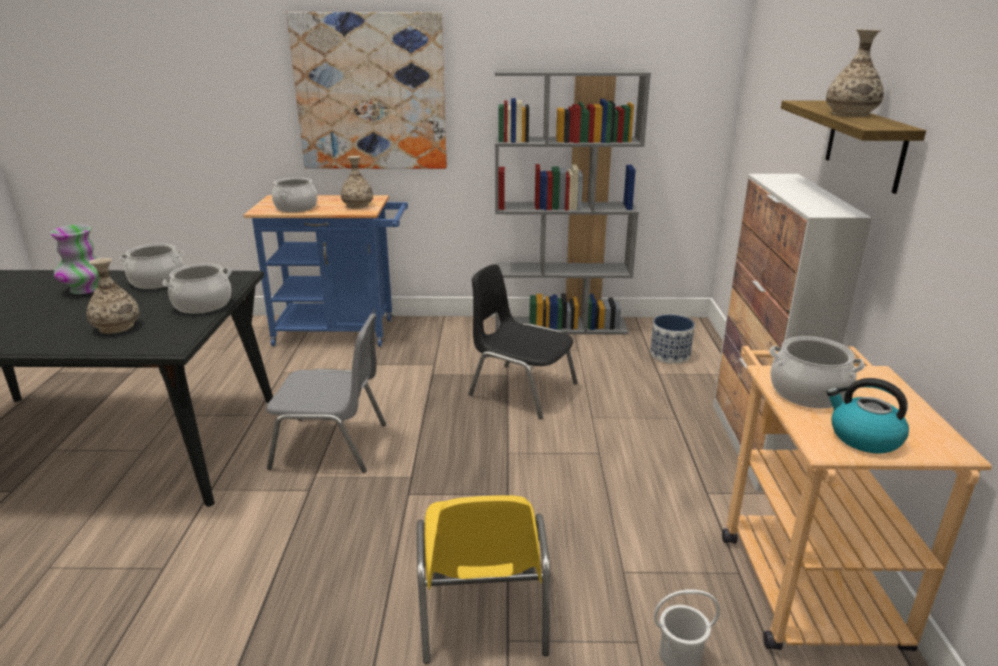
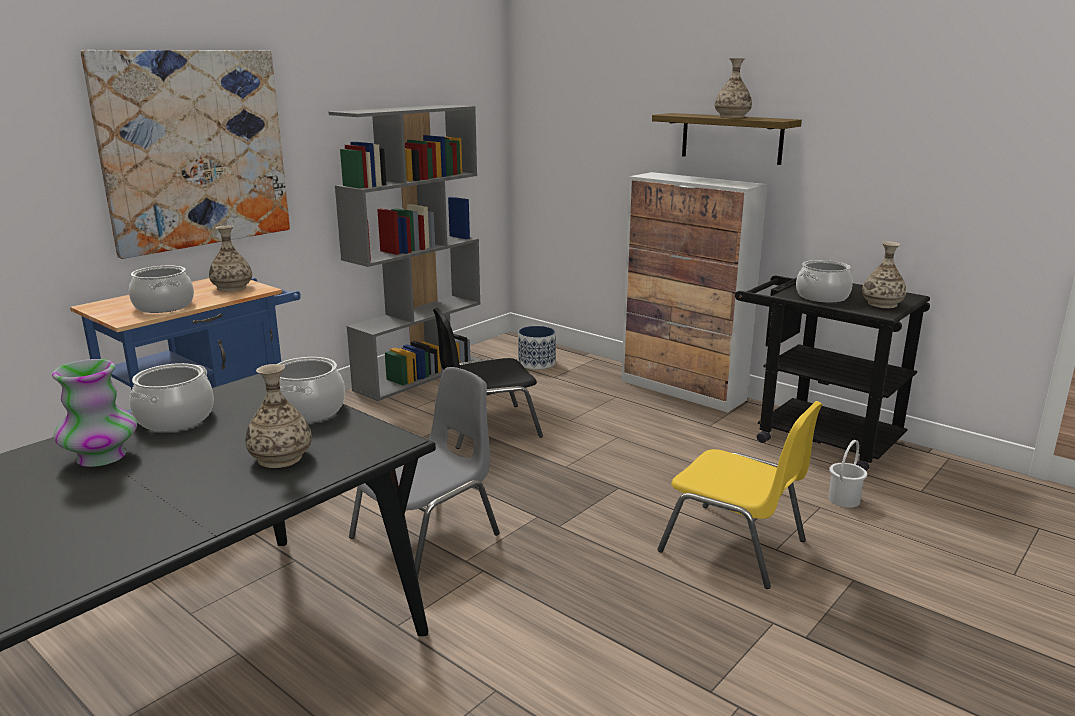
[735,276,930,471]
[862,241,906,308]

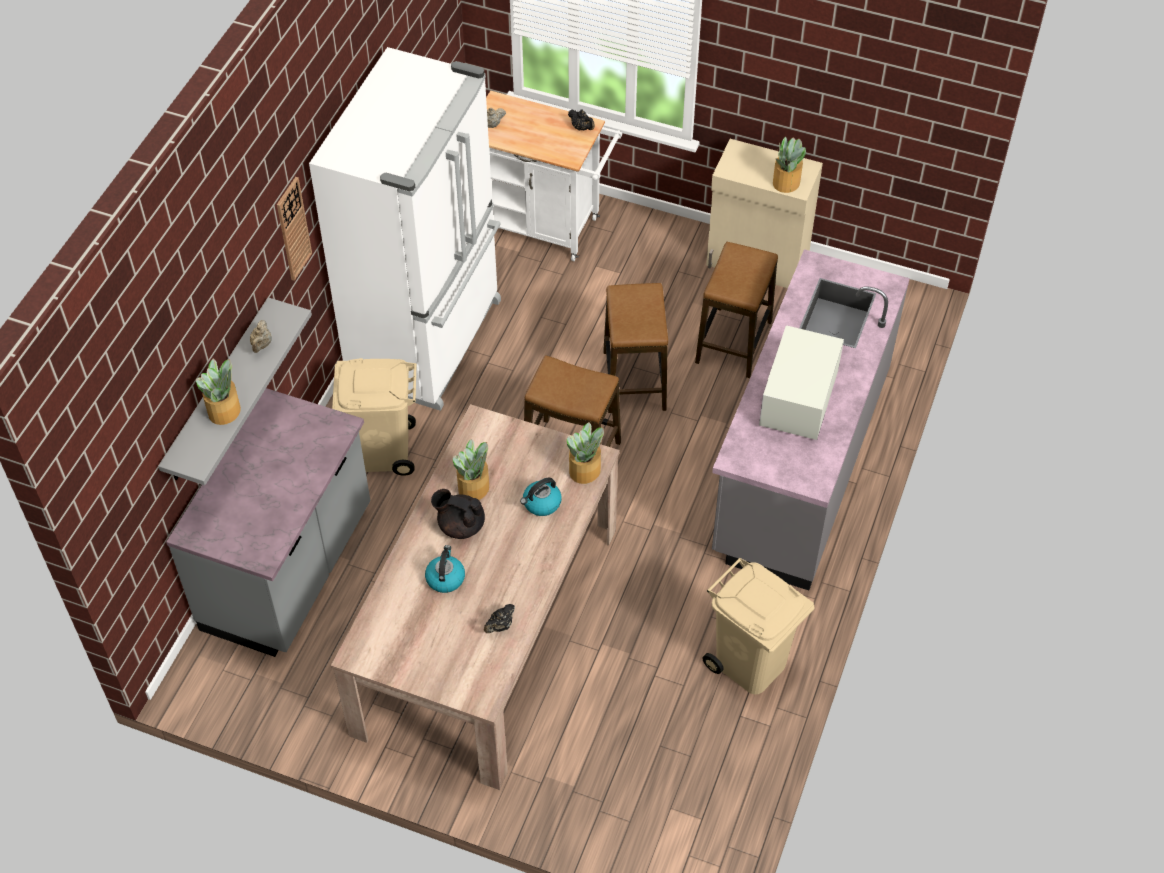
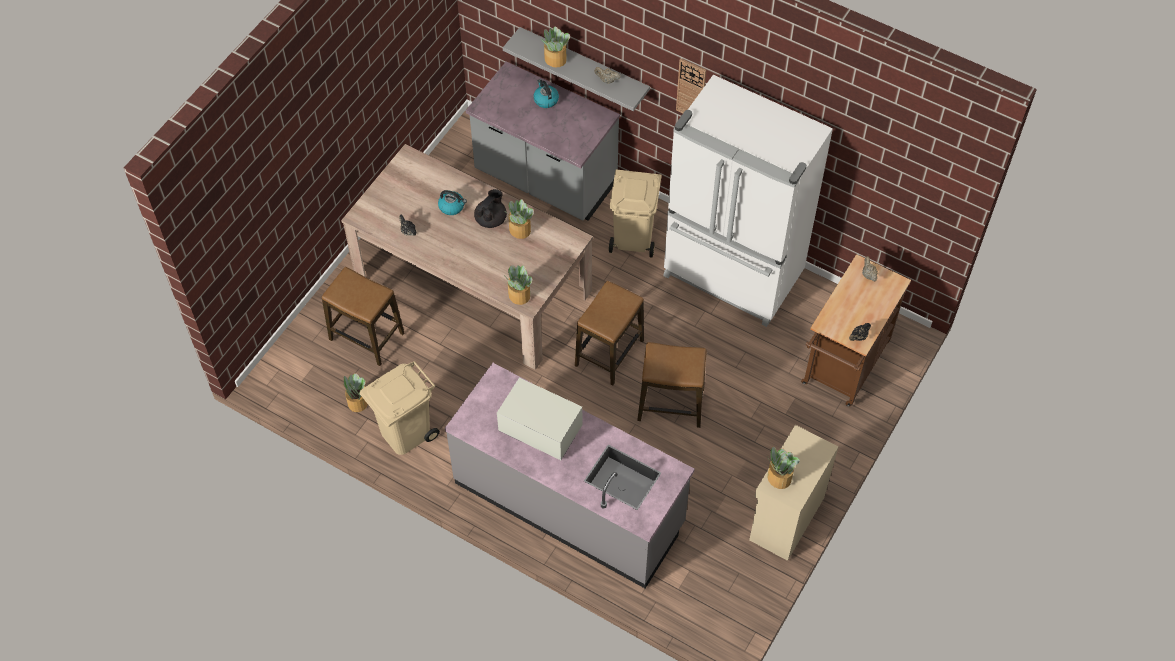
[322,267,404,366]
[343,373,368,412]
[533,79,559,108]
[801,254,911,407]

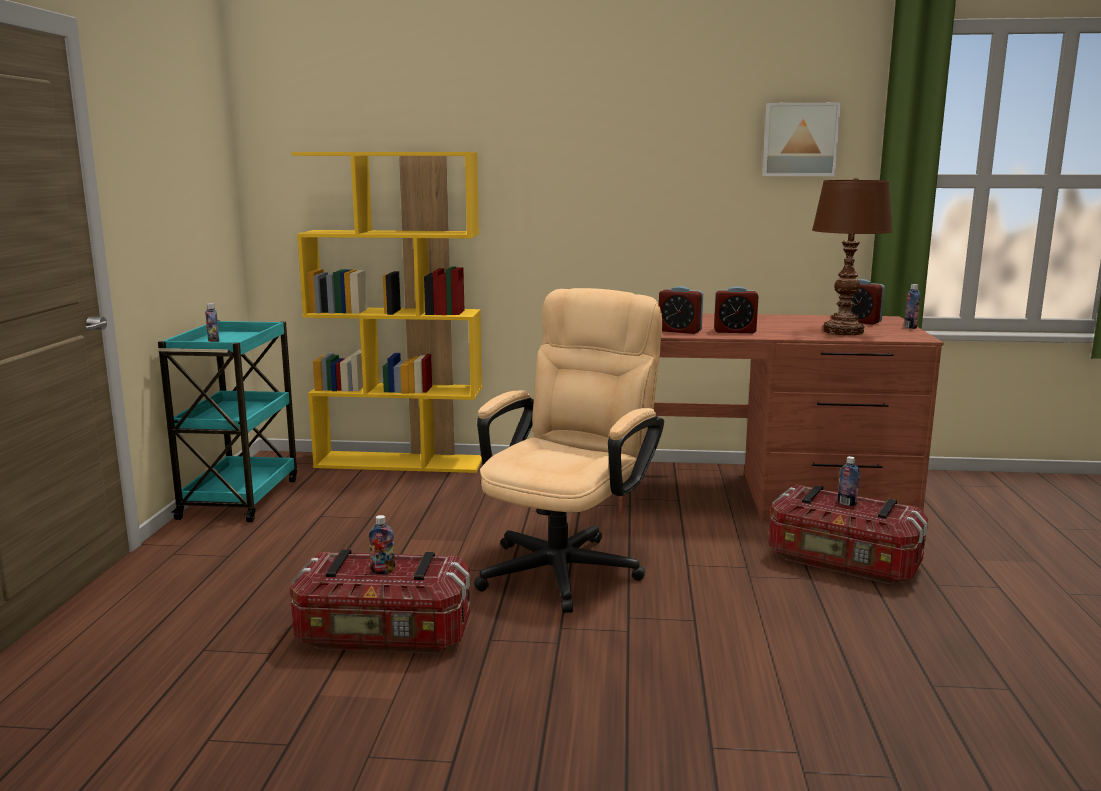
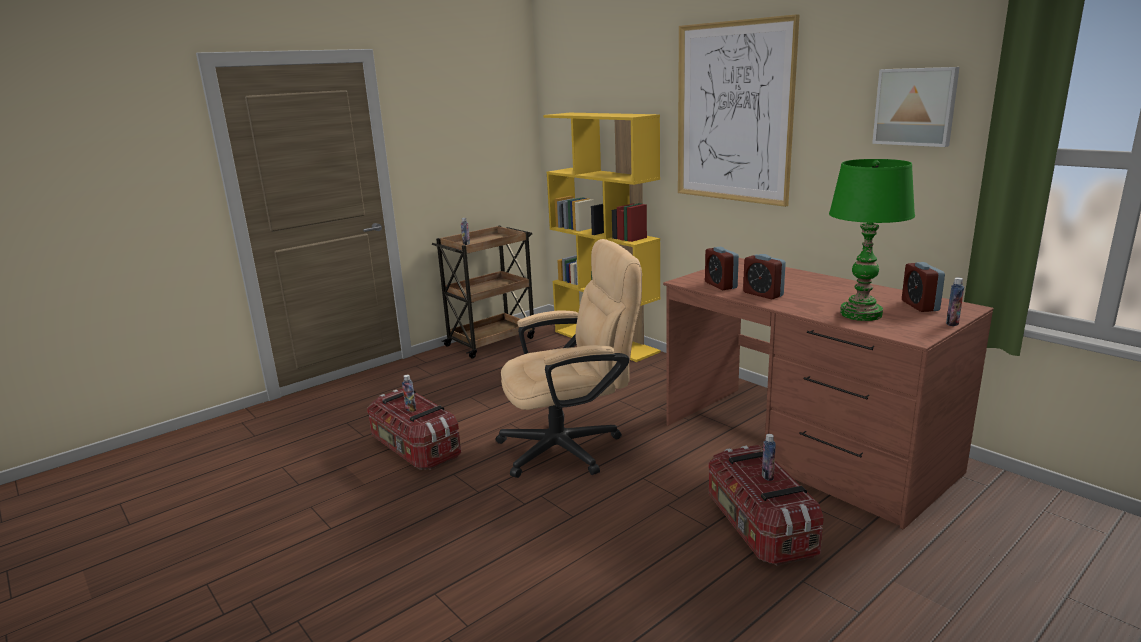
[432,226,535,359]
[678,14,800,207]
[829,159,915,321]

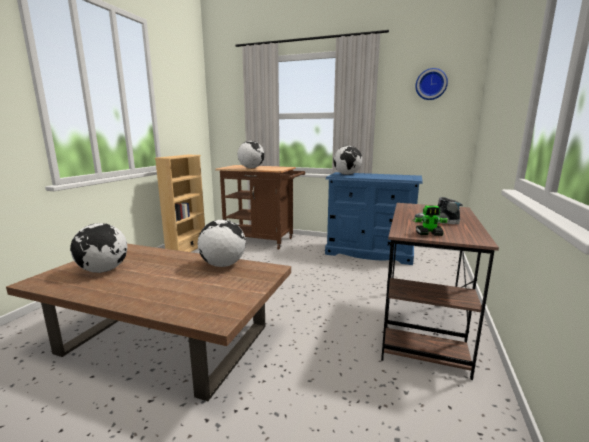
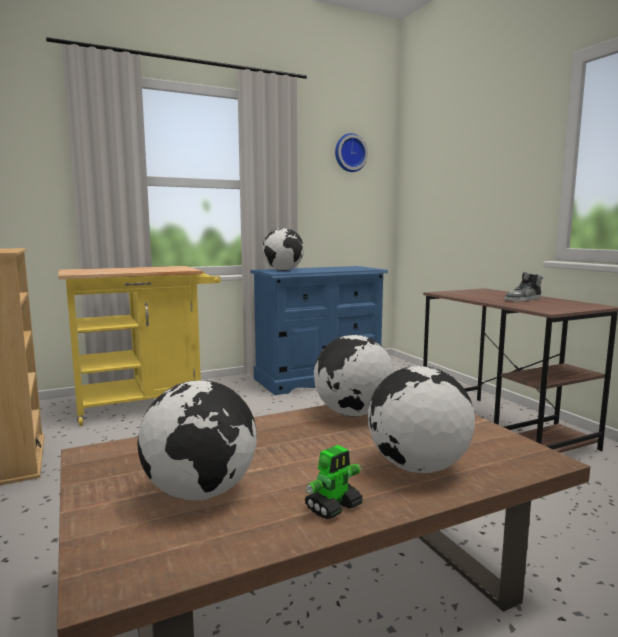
[58,266,221,426]
[304,445,363,519]
[368,366,475,473]

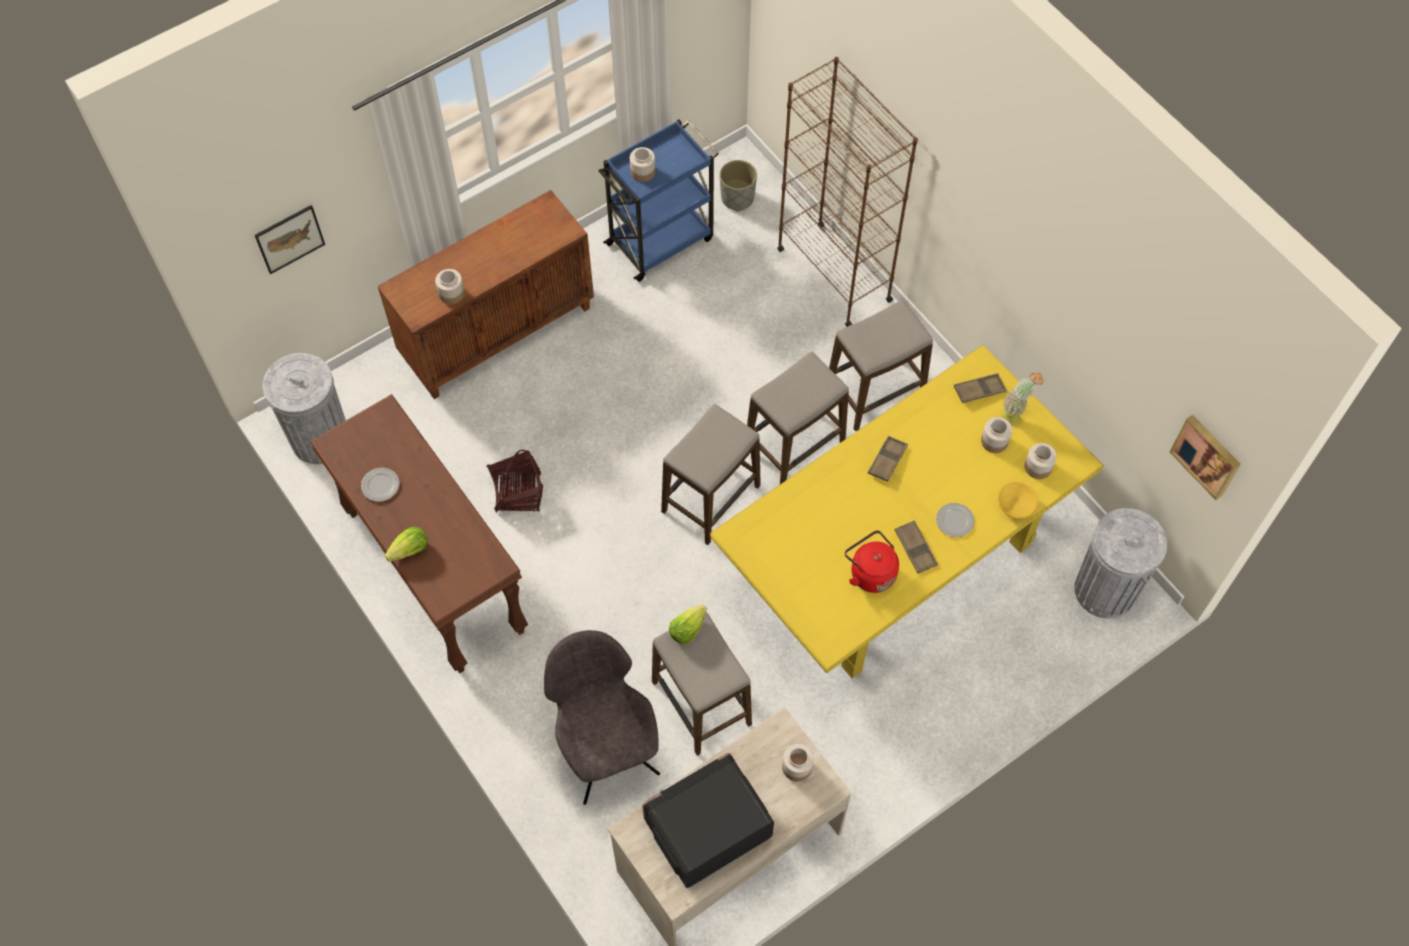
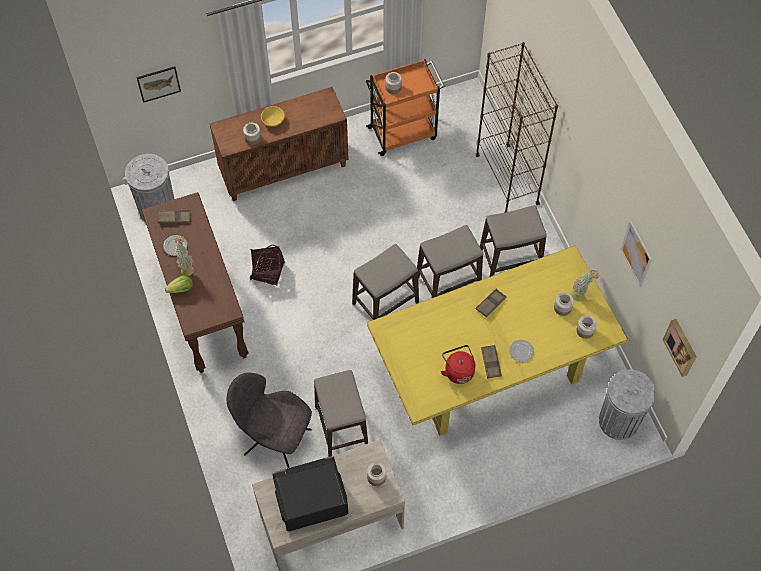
[159,210,191,223]
[175,236,194,276]
[227,373,312,468]
[261,106,285,127]
[366,59,444,156]
[620,221,652,287]
[669,605,707,644] (first image)
[720,160,757,211] (first image)

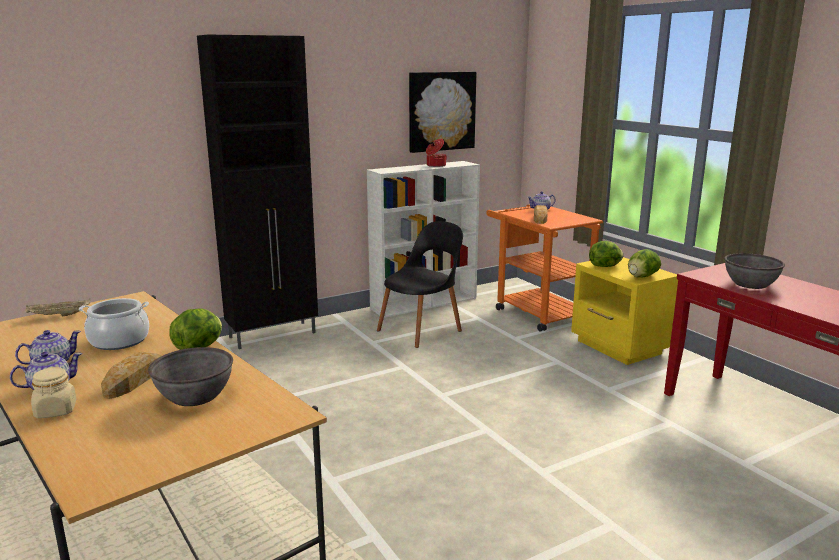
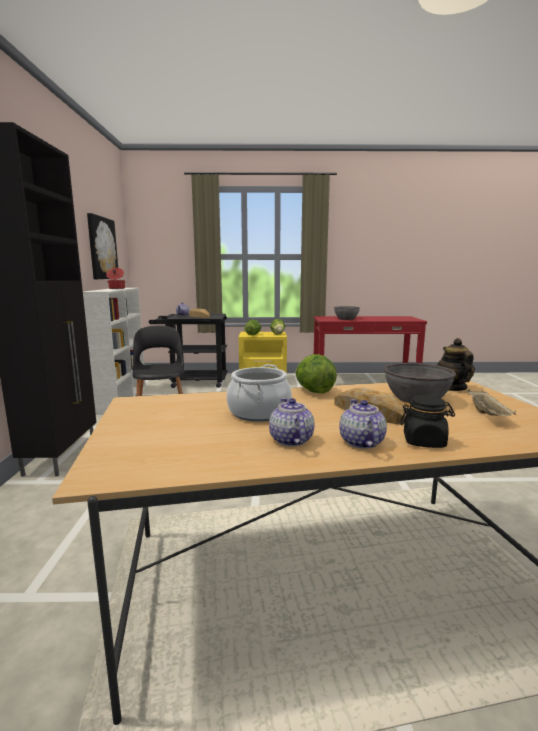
[149,314,228,388]
[400,395,455,448]
[437,338,475,391]
[467,389,516,416]

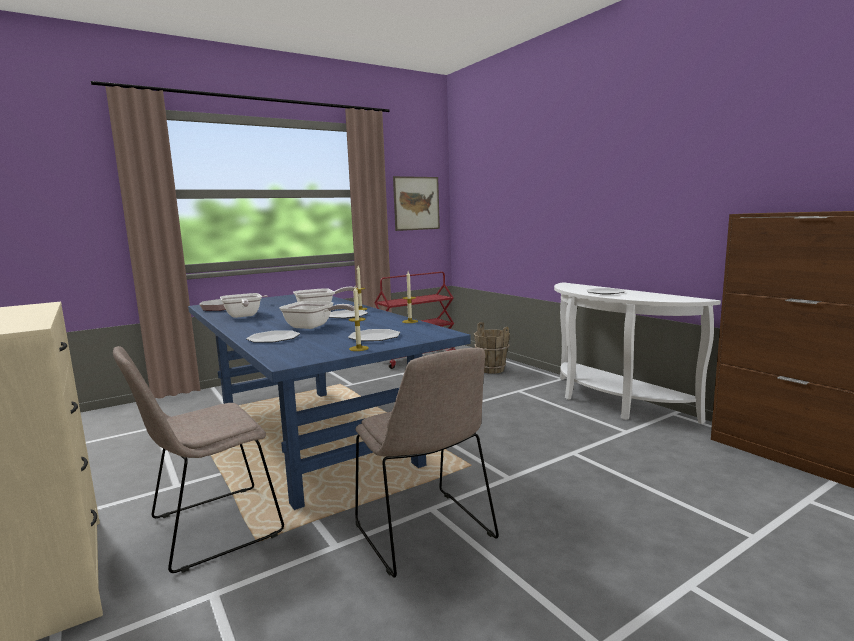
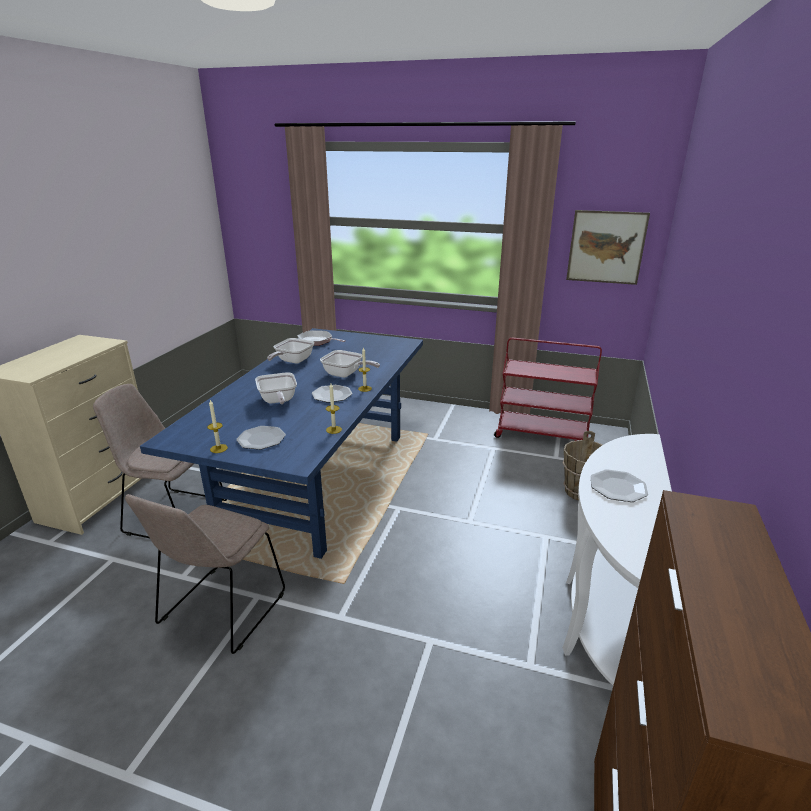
[246,330,300,343] (first image)

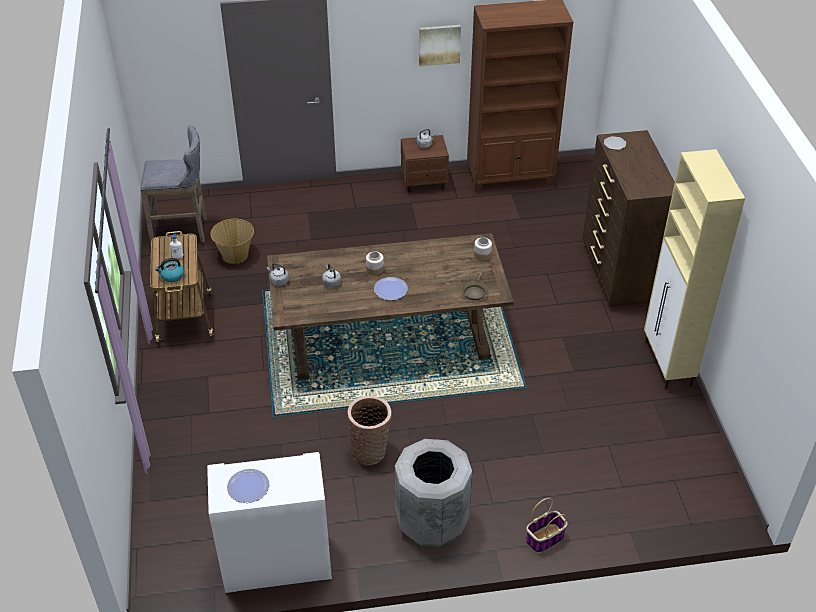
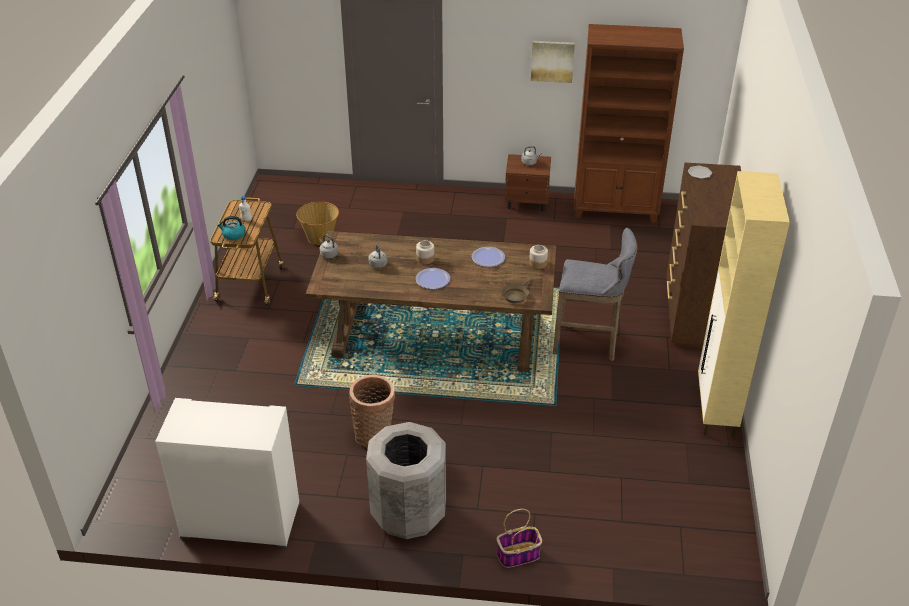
[472,247,505,267]
[553,228,638,361]

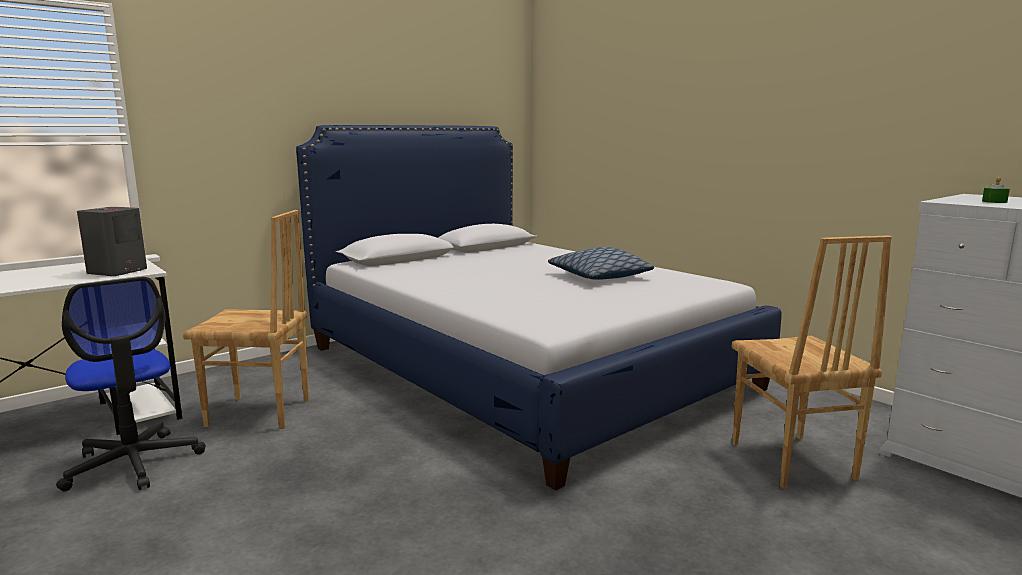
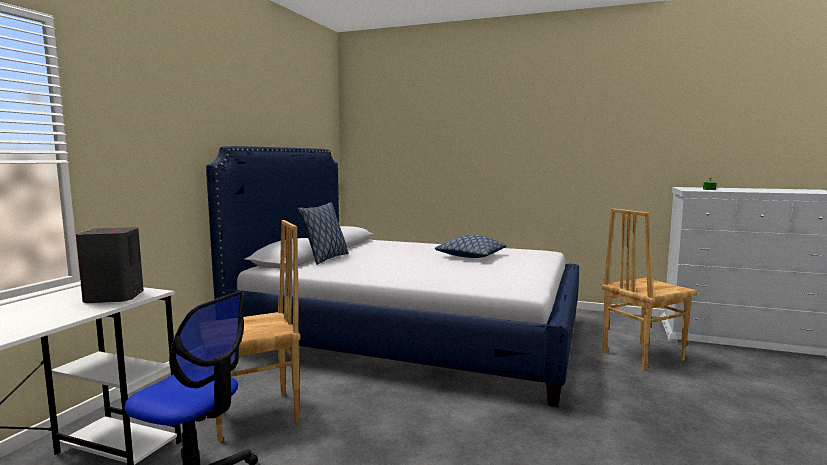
[297,202,349,265]
[602,208,697,371]

